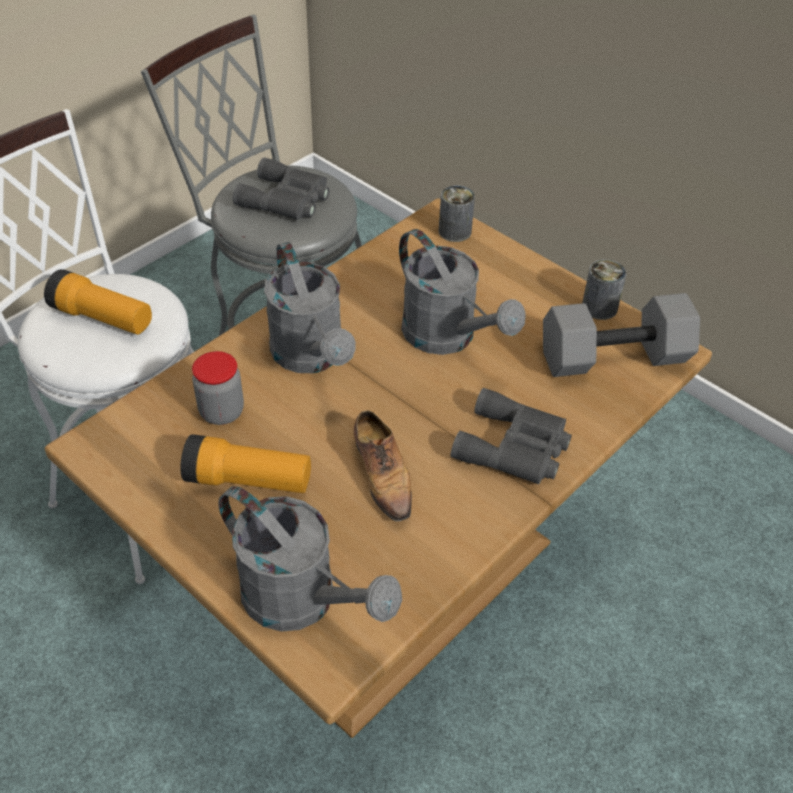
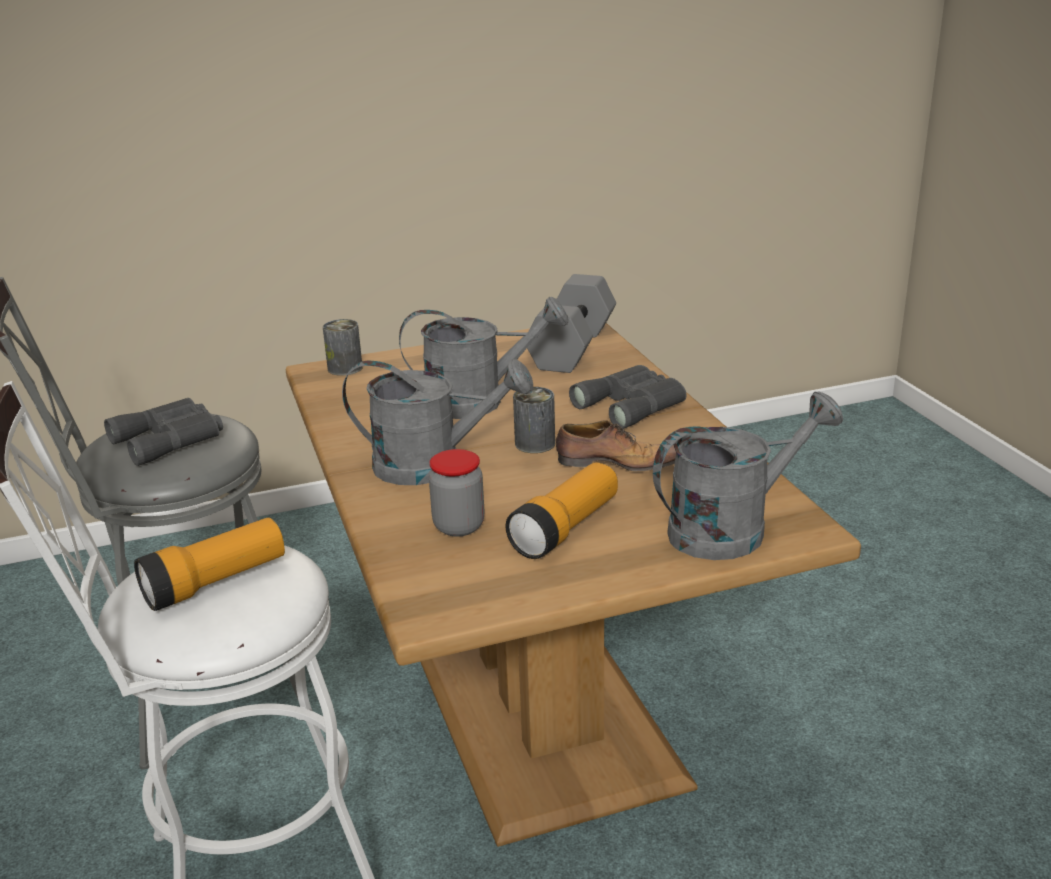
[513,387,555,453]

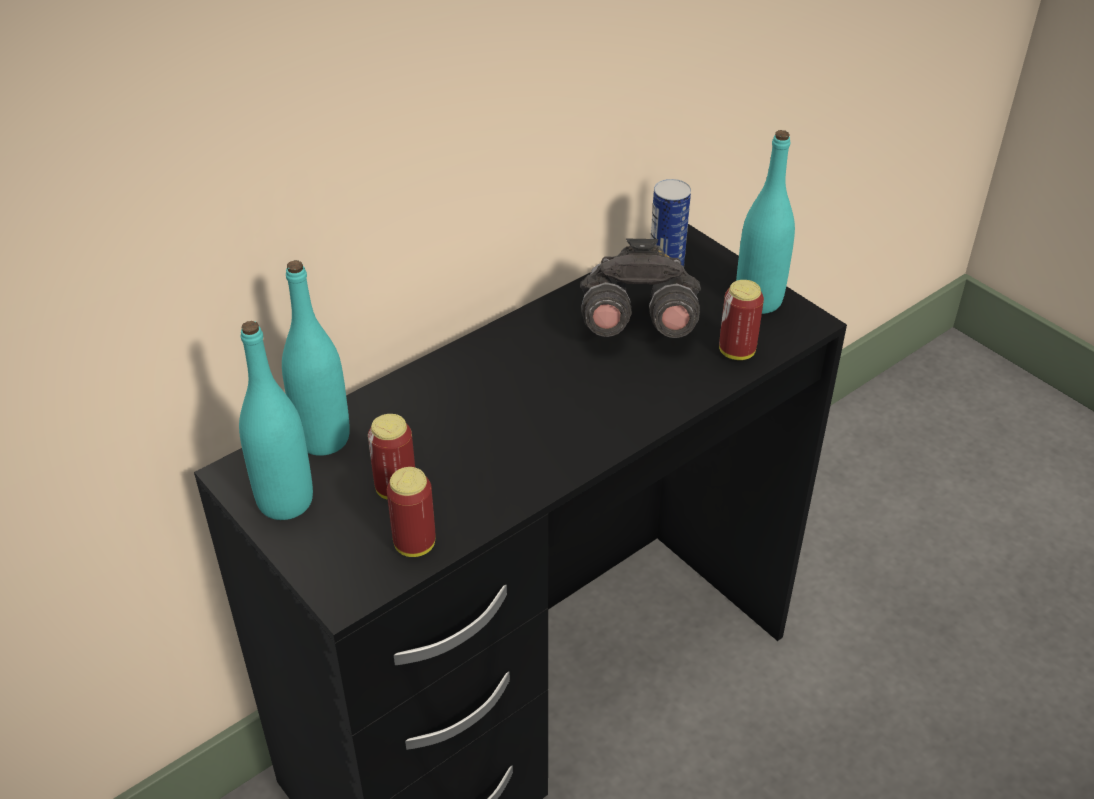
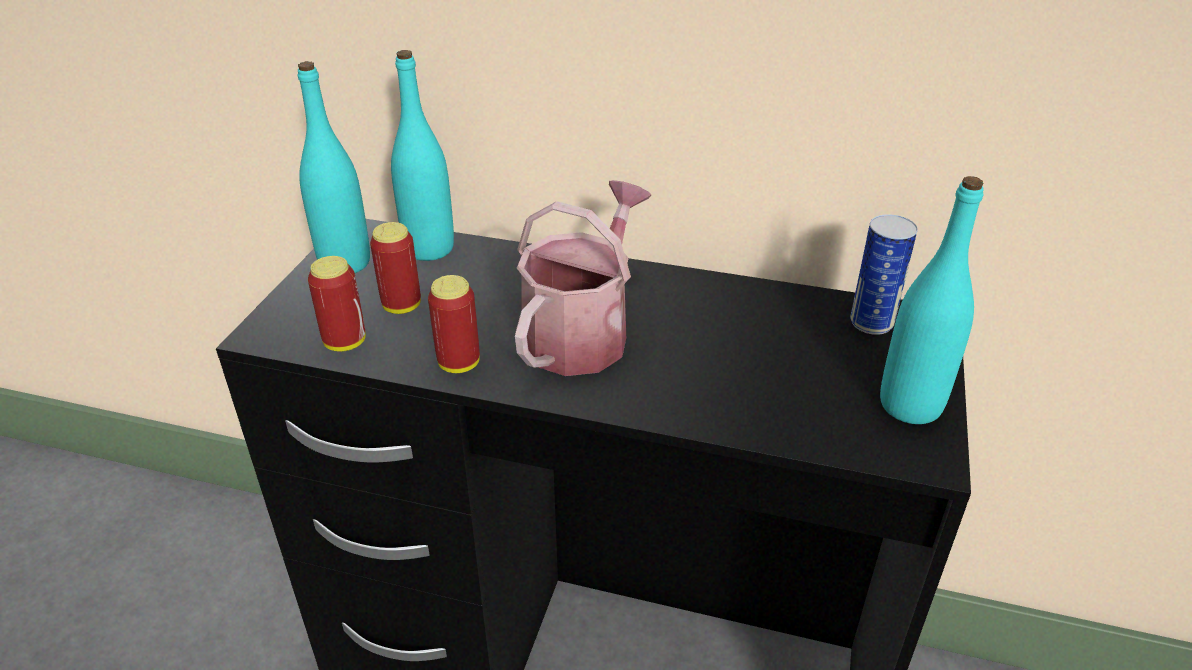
[428,275,480,373]
[515,180,652,376]
[580,239,701,338] (first image)

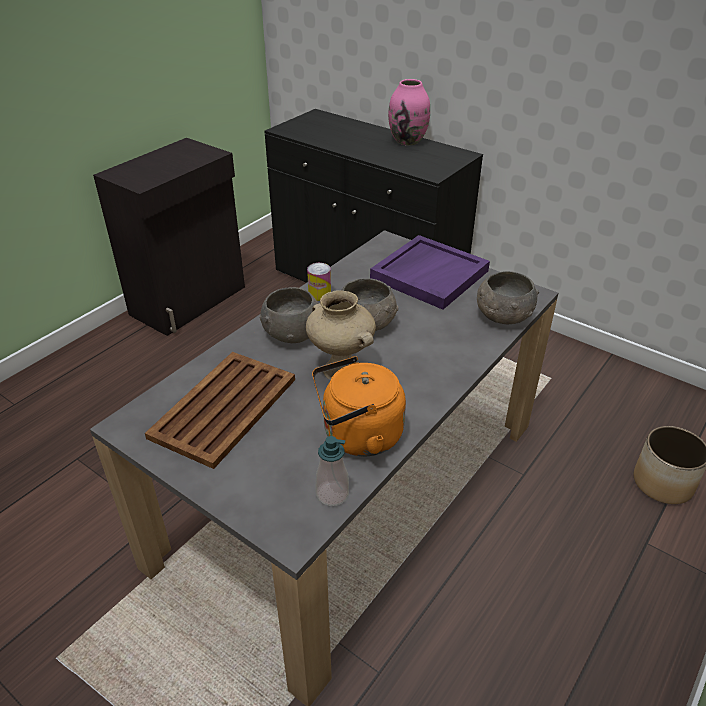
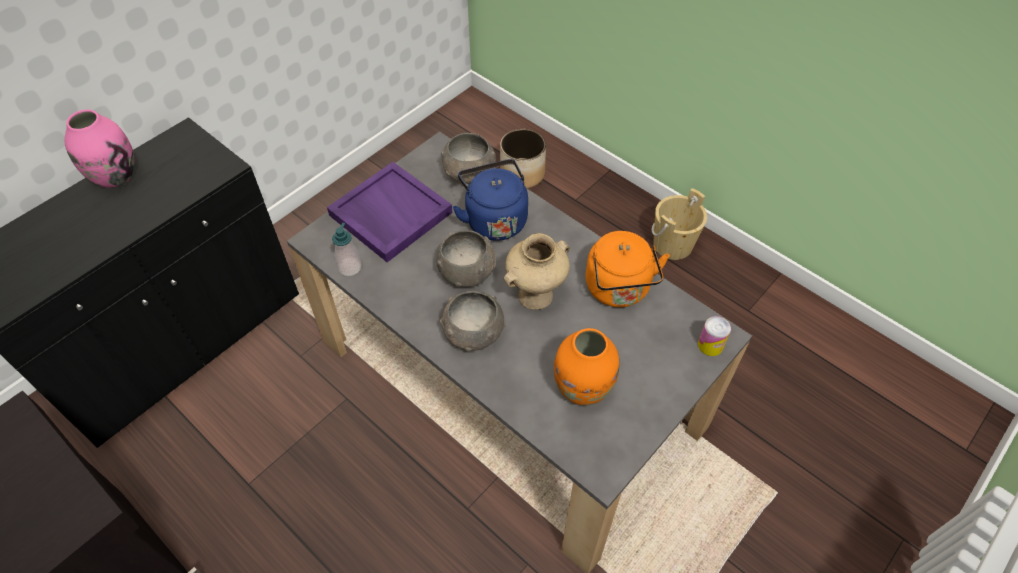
[332,223,362,276]
[453,159,528,241]
[554,328,619,406]
[652,188,707,260]
[698,316,731,356]

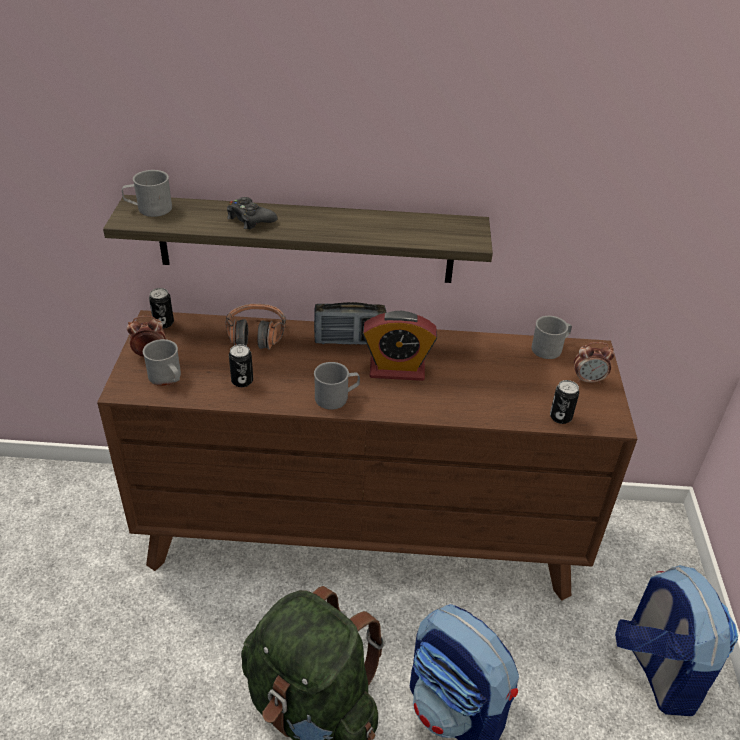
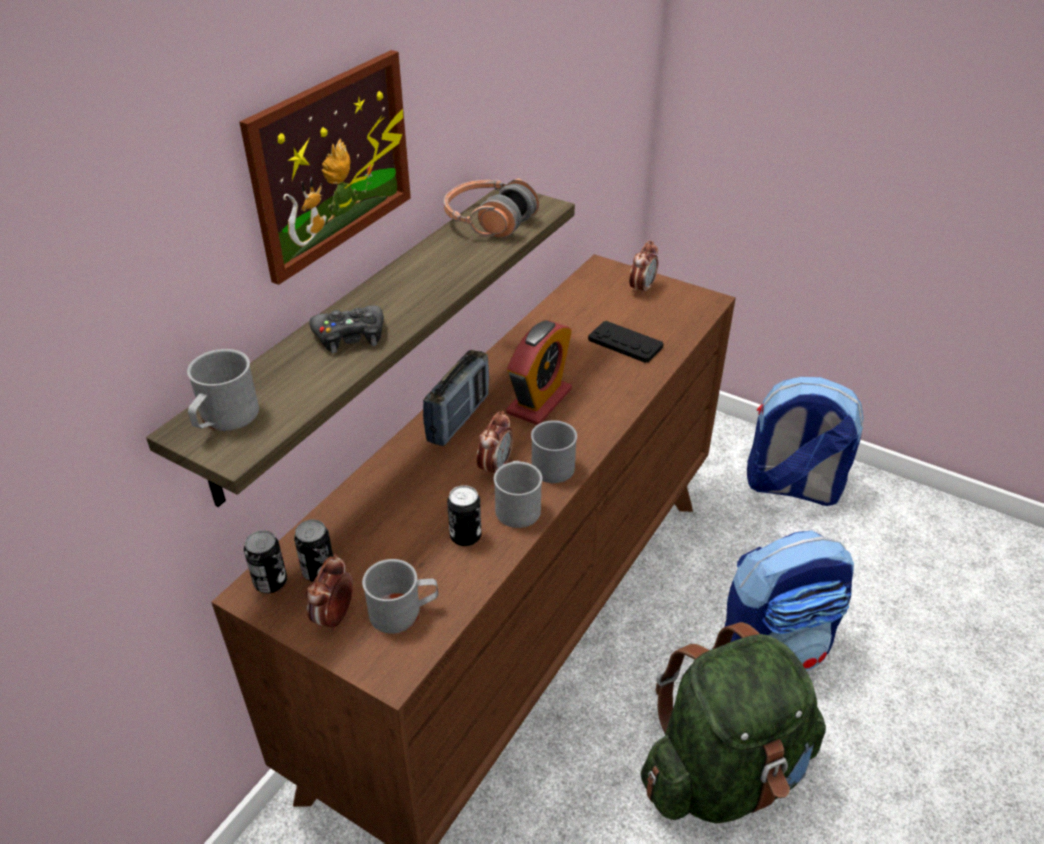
[239,50,411,285]
[294,520,333,582]
[444,179,539,238]
[476,411,513,474]
[494,461,542,528]
[588,321,663,363]

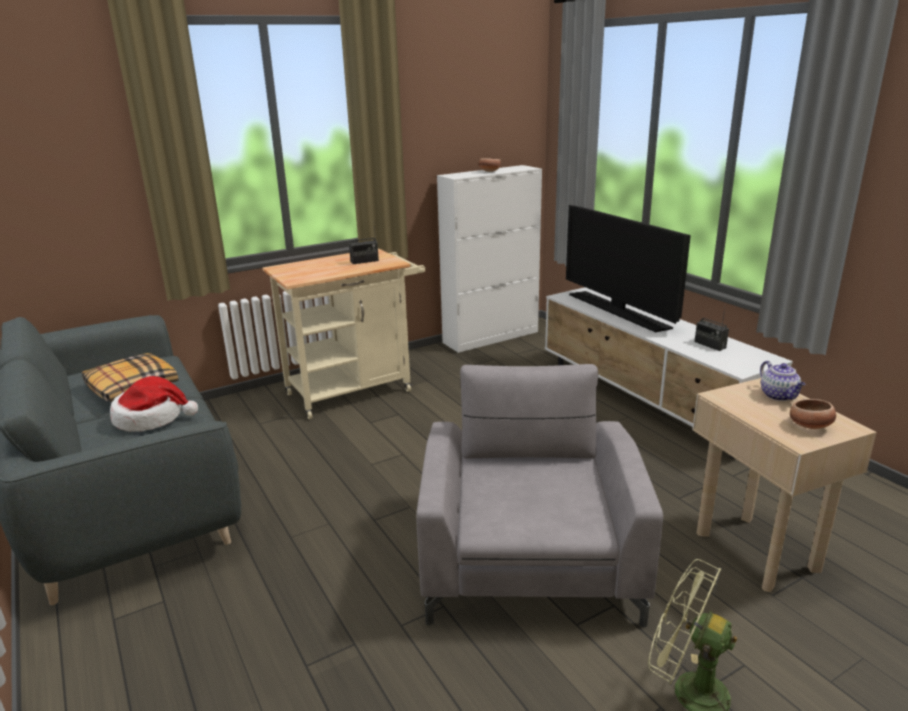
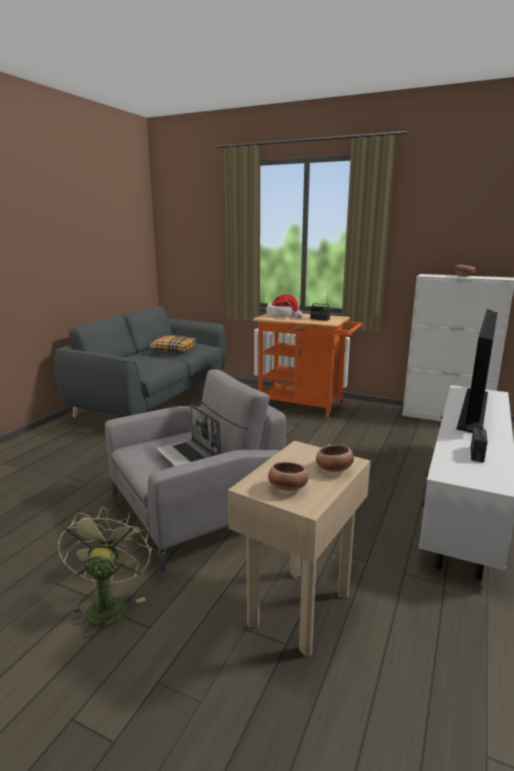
[156,404,221,466]
[253,313,363,419]
[266,294,303,318]
[316,444,354,472]

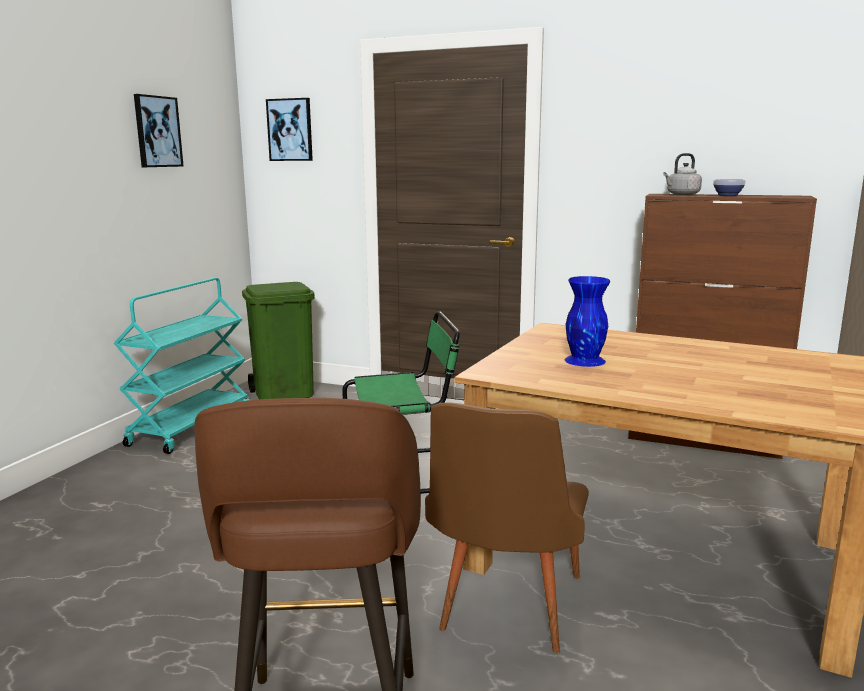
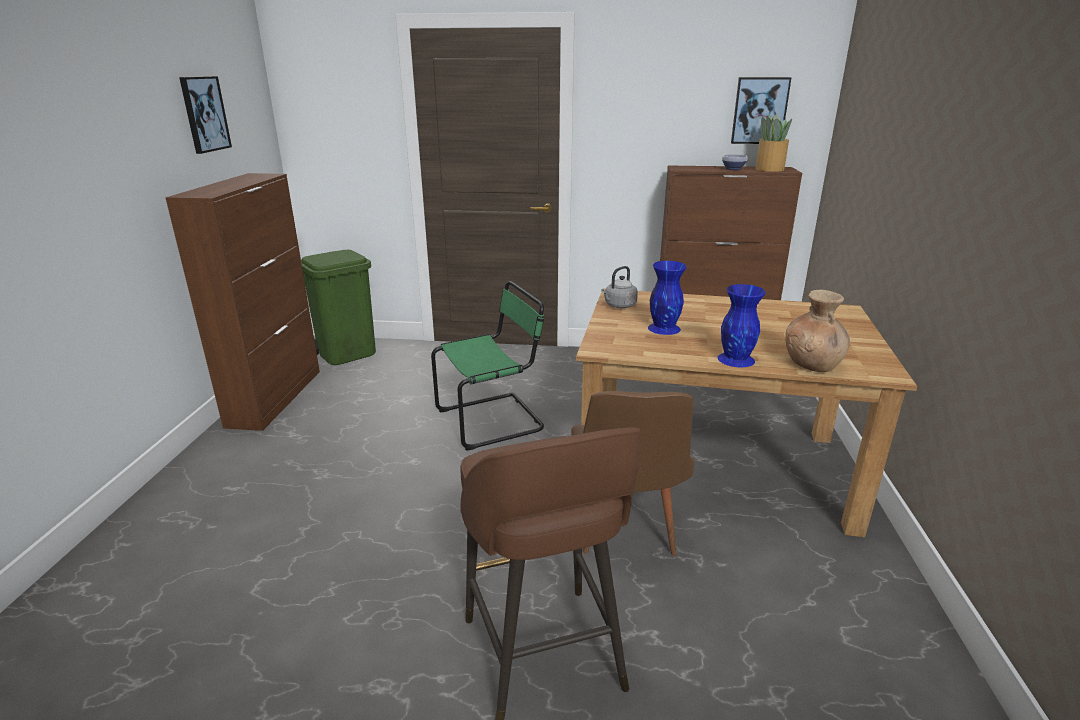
[165,173,320,431]
[601,266,638,308]
[718,284,766,367]
[731,77,792,144]
[756,115,792,172]
[785,289,850,372]

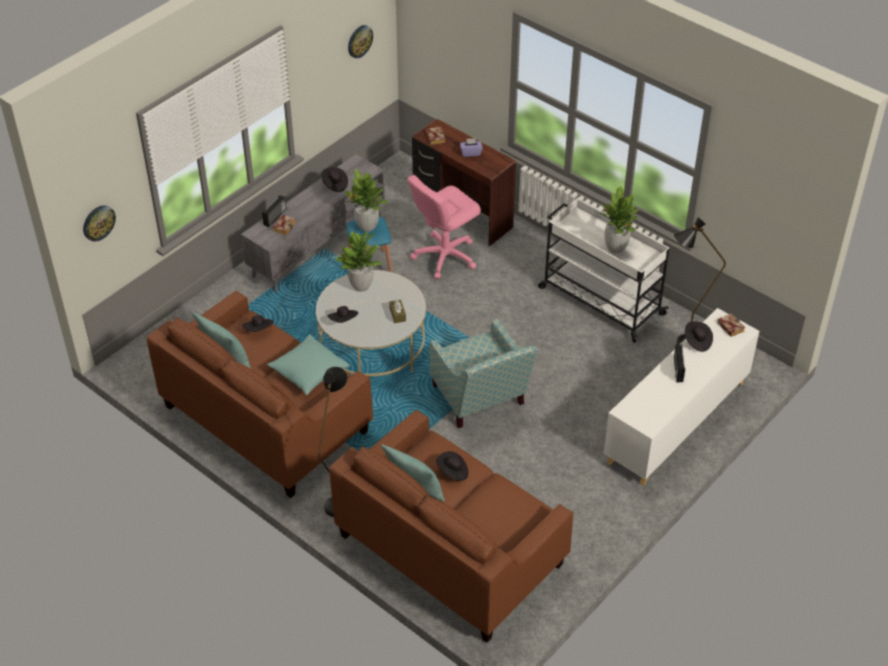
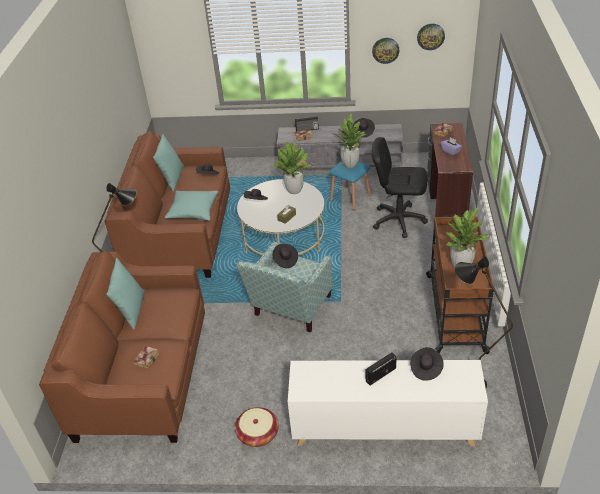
[133,346,160,369]
[235,407,279,447]
[273,244,298,268]
[372,38,399,64]
[372,137,428,238]
[426,215,494,354]

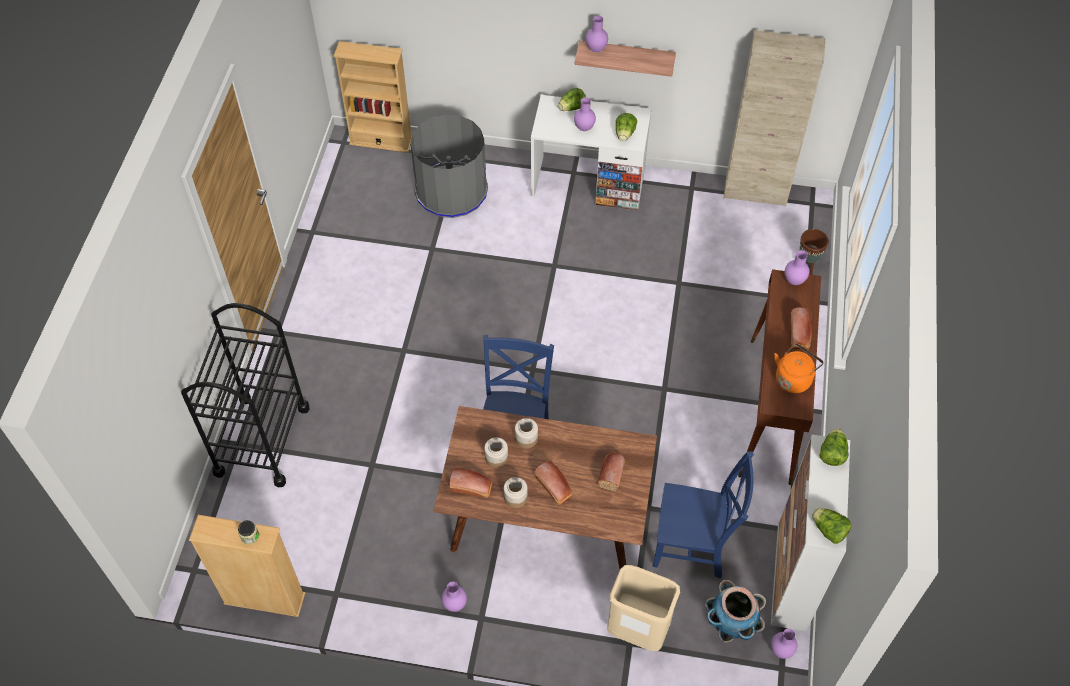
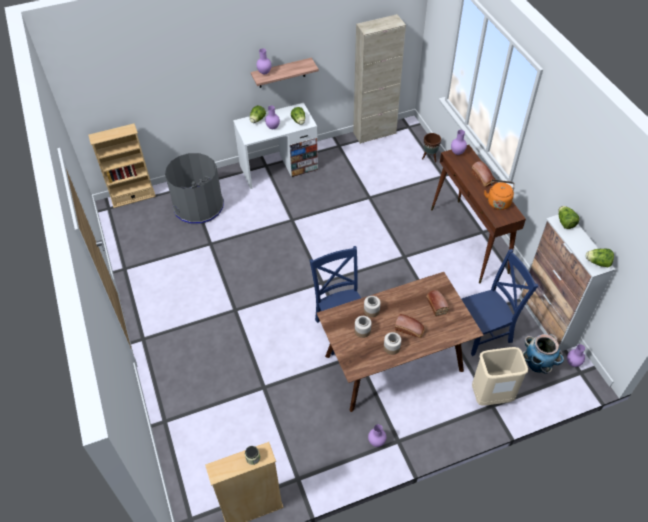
[181,303,310,487] (first image)
[450,468,492,498] (first image)

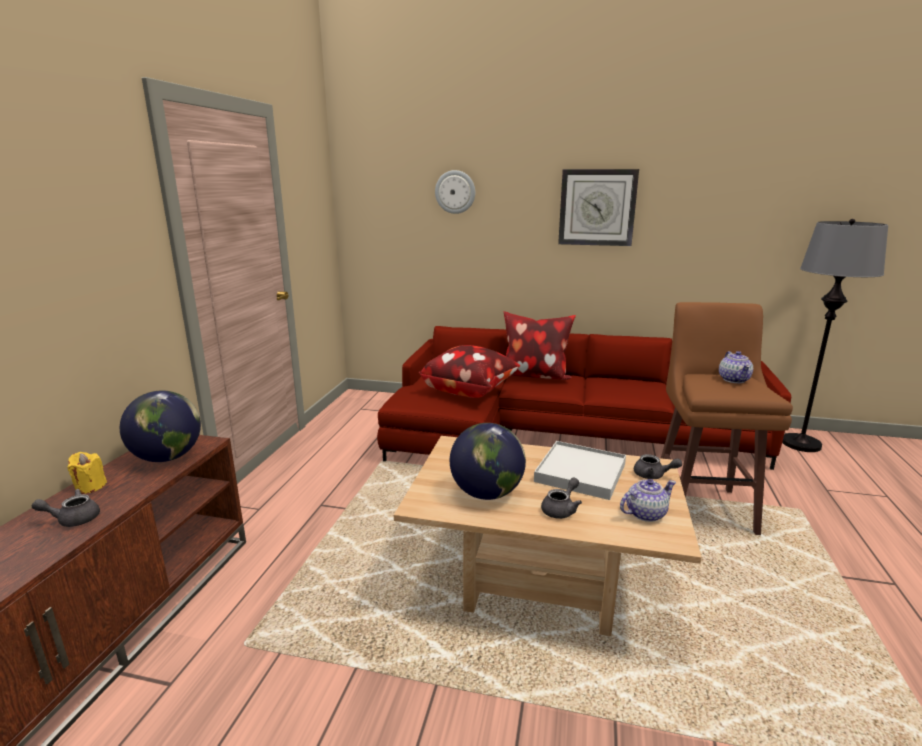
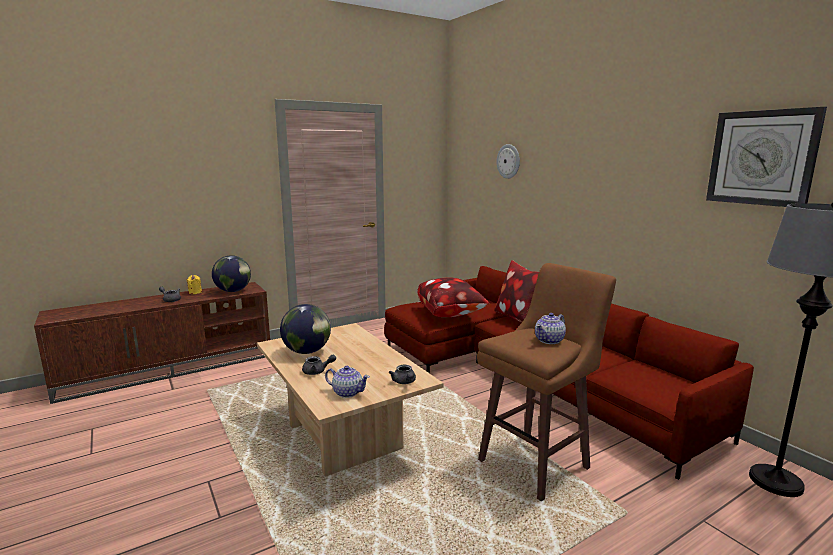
[706,107,827,207]
[534,441,626,500] (first image)

